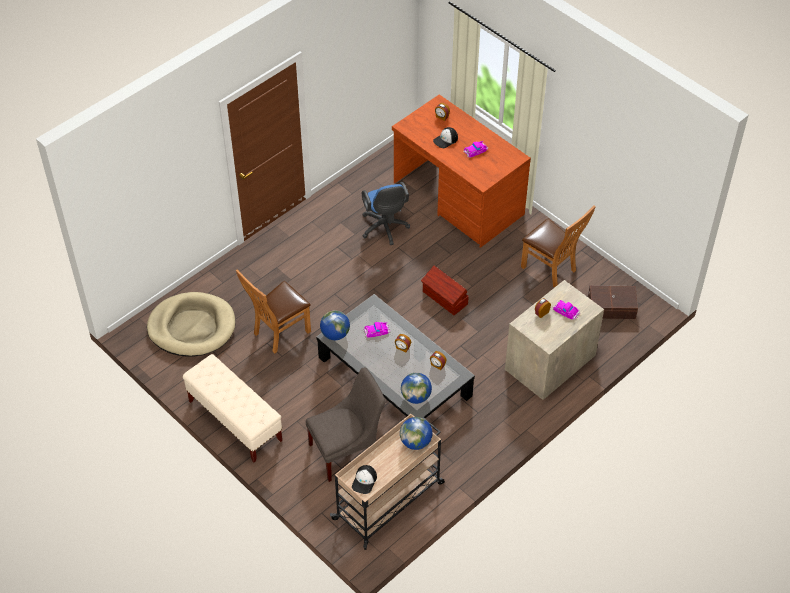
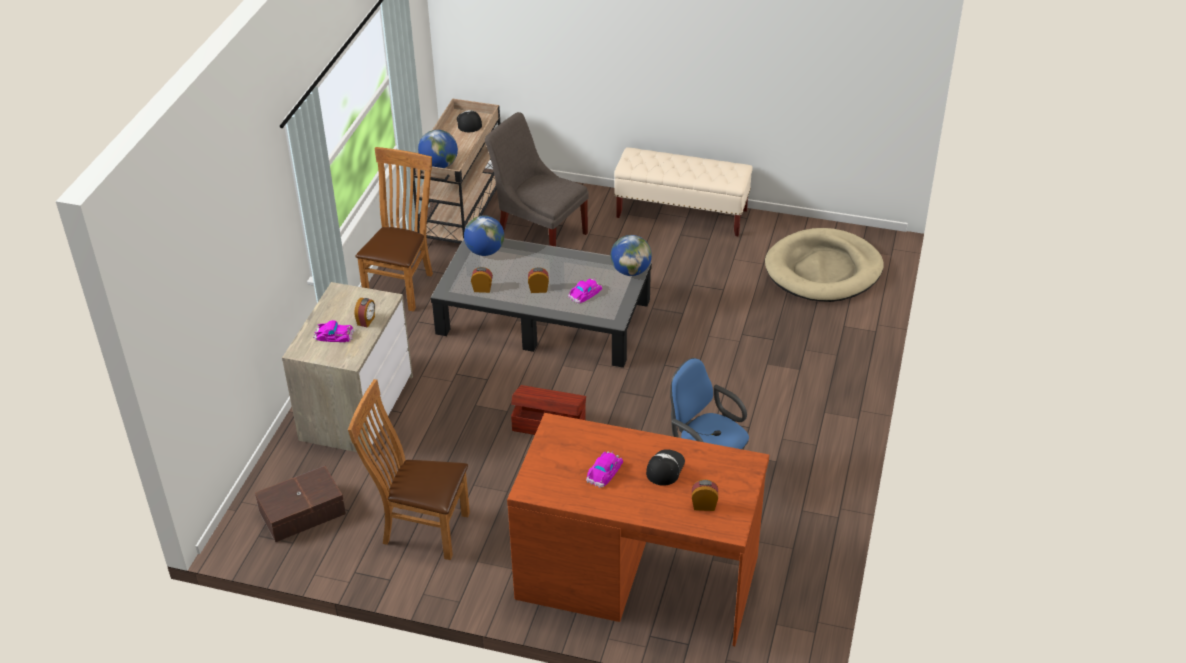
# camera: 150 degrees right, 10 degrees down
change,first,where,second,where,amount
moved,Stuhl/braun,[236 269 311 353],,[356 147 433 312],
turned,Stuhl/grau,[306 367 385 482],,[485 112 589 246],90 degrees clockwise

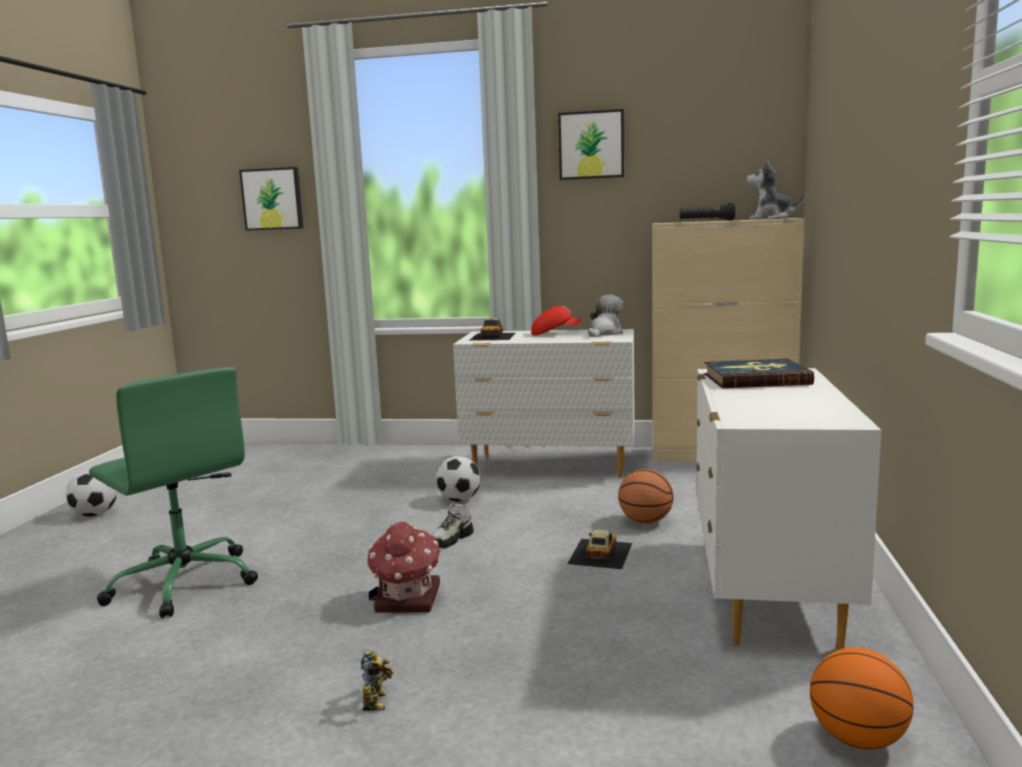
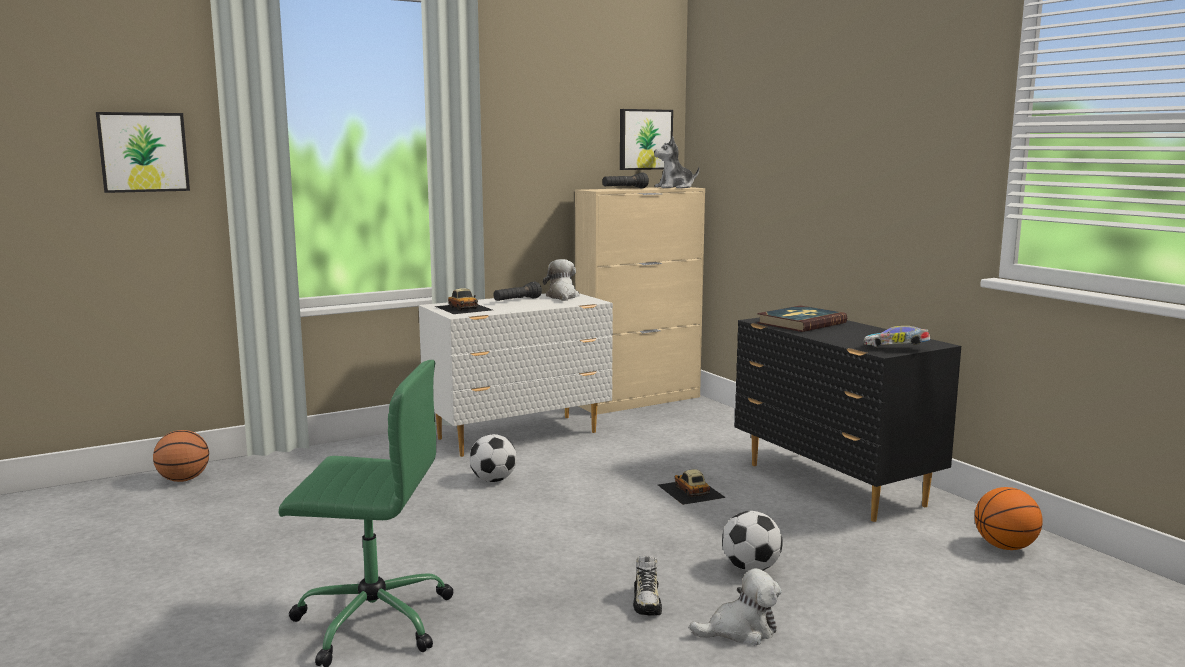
# camera: 40 degrees left, 0 degrees up
change,first,where,second,where,amount
removed,Spielzeughaus,[367 521 441 613],,,
added,,,Spielzeugauto,[864 326 931 347],
moved,Fußball,[66 471 117 516],,[722 511 782 571],
moved,Schuh,[431 502 474 548],,[633 556 662 616],
moved,Bild,[558 109 624 180],,[620 109 673 170],
moved,Basketball,[618 469 674 524],,[153 430 209 482],
replaced,Spielzeugroboter,[361 649 394 711],Plüschtier,[689 568 782 646],
replaced,Kappe/rot,[531 306 583 335],Taschenlampe/schwarz,[493 282 542 301],
recoloured,Kommode/weiß,[696 368 881 650],Kommode/schwarz,[734 318 961 522],

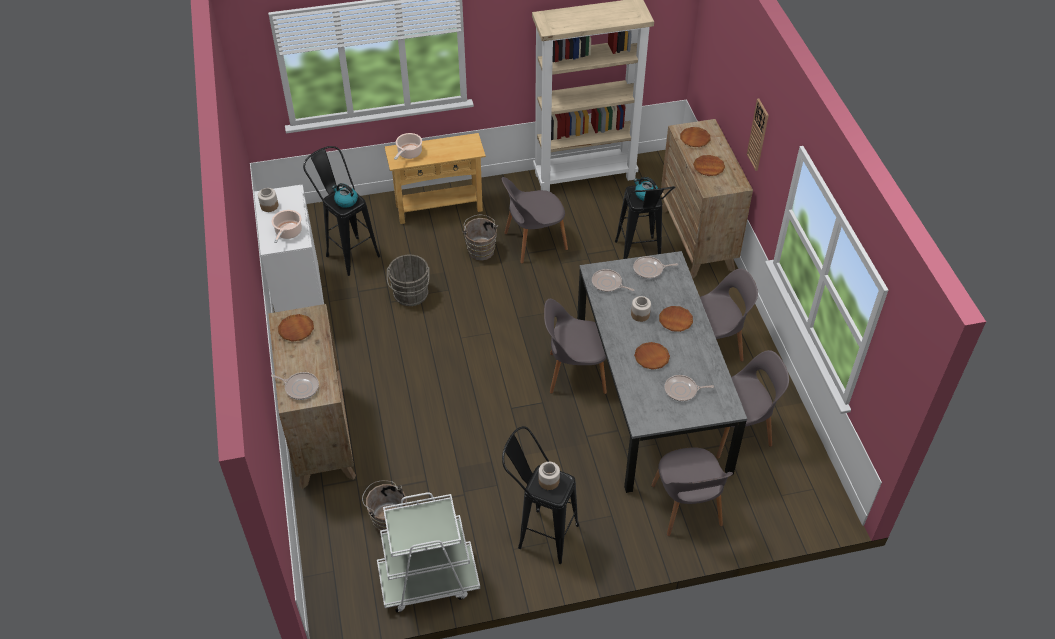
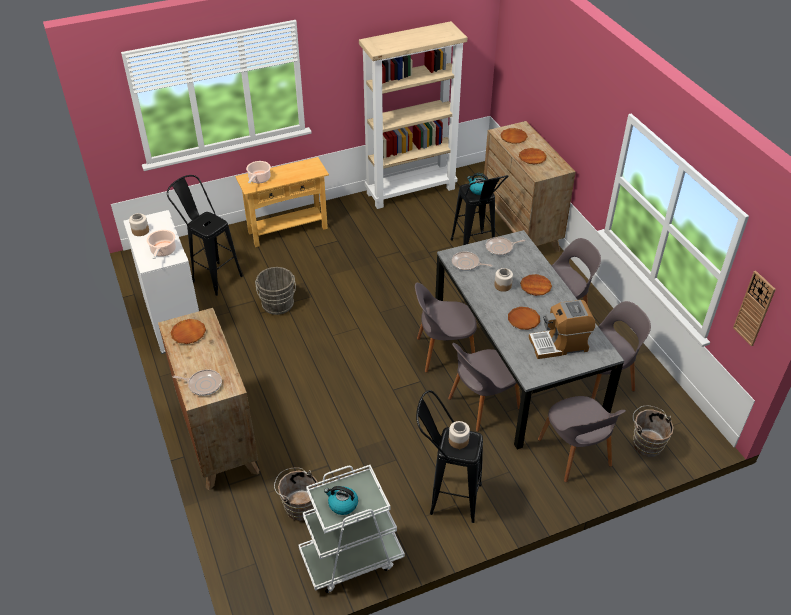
# camera: 10 degrees left, 5 degrees down
change,first,where,second,where,amount
moved,Wasserkessel,[332 183 358 208],,[324 486 358 515],
moved,Eimer/braun,[462 215 498 261],,[633 406 674 457],
moved,Stuhl/grau,[502 177 568 264],,[448 343 520 432],
moved,Wanduhr,[747 99 769 171],,[733 271 776 346],
replaced,Pfanne,[665 375 714 402],Kaffeemaschine,[529 300 595 359],

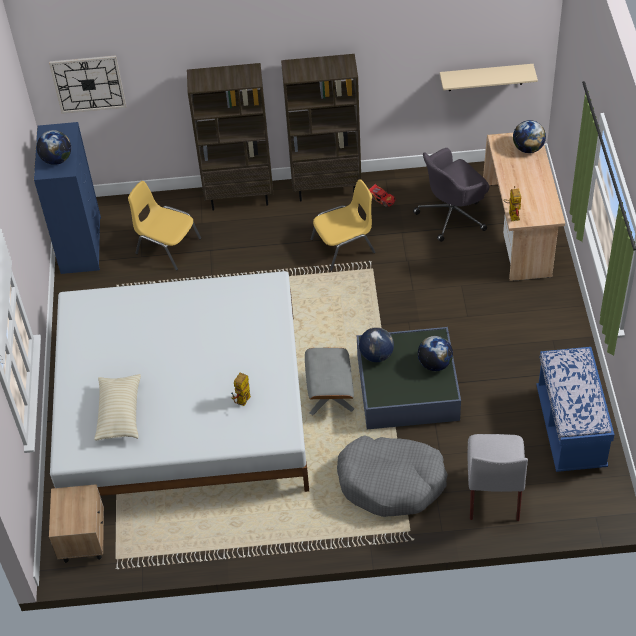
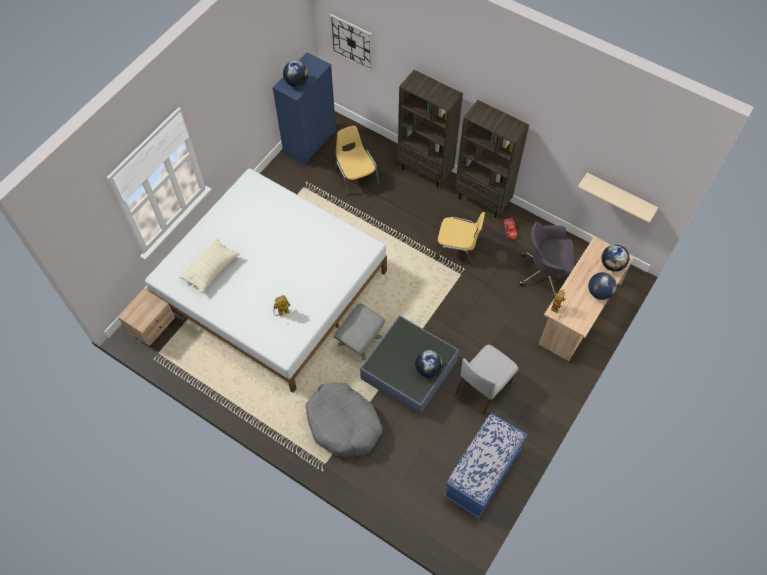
# camera: 35 degrees right, 10 degrees up
change,first,where,second,where,amount
moved,Globus,[359 327 394 362],,[588 272 617 300],
moved,Stuhl/grau,[468 434 528 521],,[456 344 518 415],

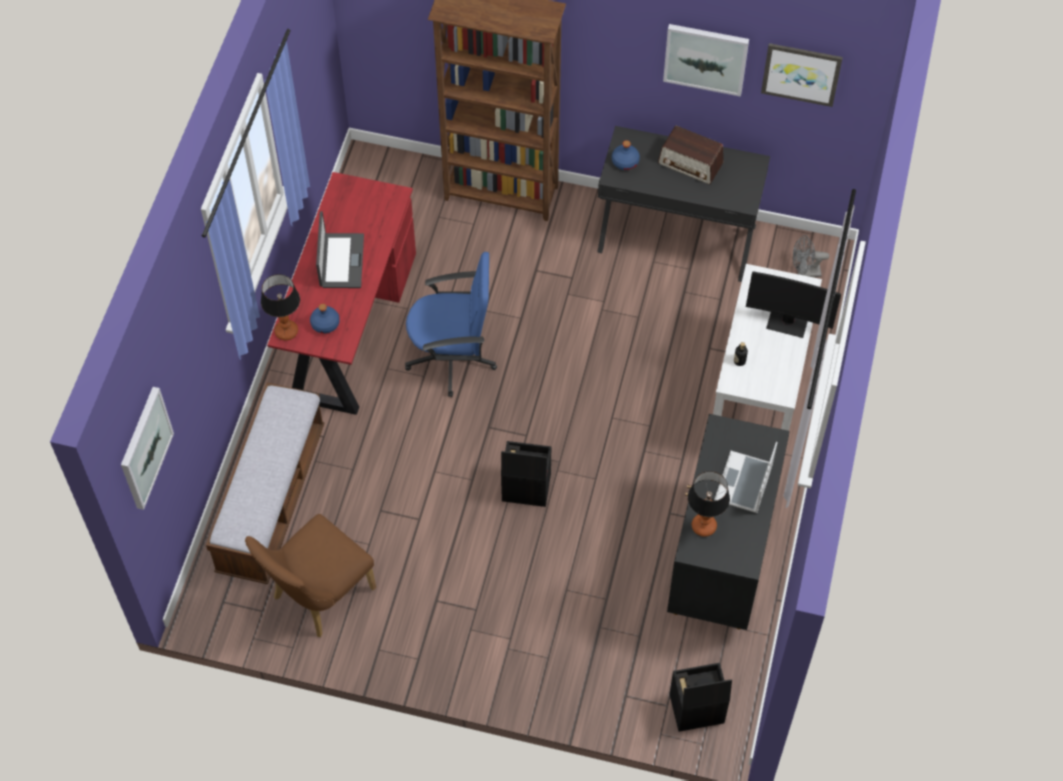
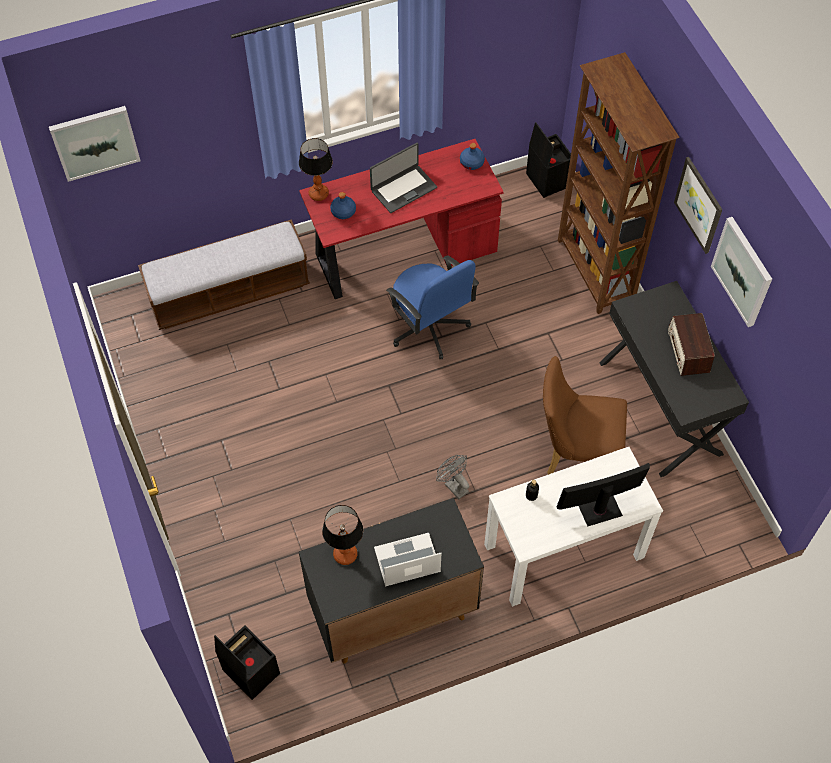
# camera: 55 degrees right, 0 degrees up
change,first,where,second,where,amount
moved,Stuhl/braun,[245 514 376 637],,[543 356 627 475],
moved,Aufbewahrungsbox/schwarz,[501 441 551 507],,[526 122 571 198],
moved,Flasche/blau,[612 140 640 170],,[460 143 485 170],
moved,Bild,[761 43 843 107],,[674 157 722 254],
moved,Ventilator/grau,[793 235 829 277],,[436 455 469 499],
turned,Monitor,[746 271 841 338],,[557 463 650 526],90 degrees clockwise

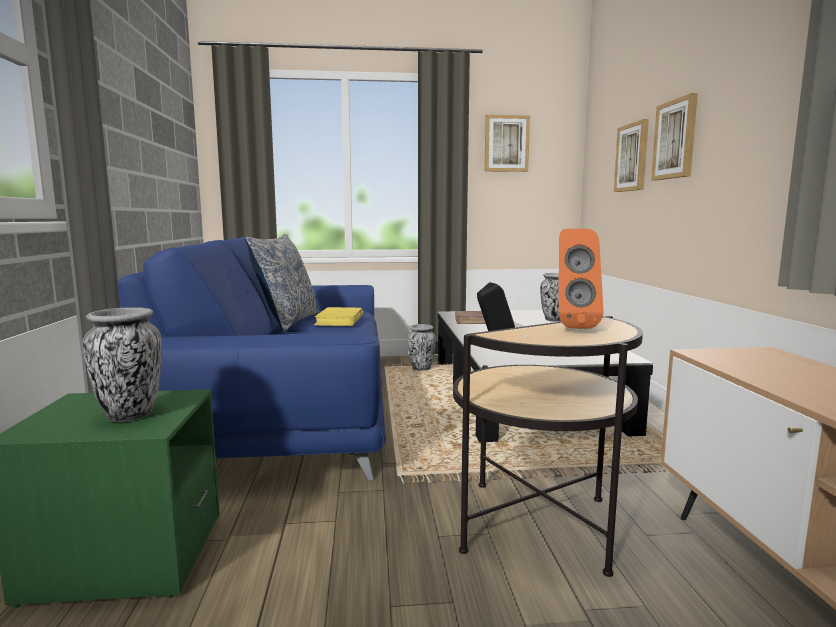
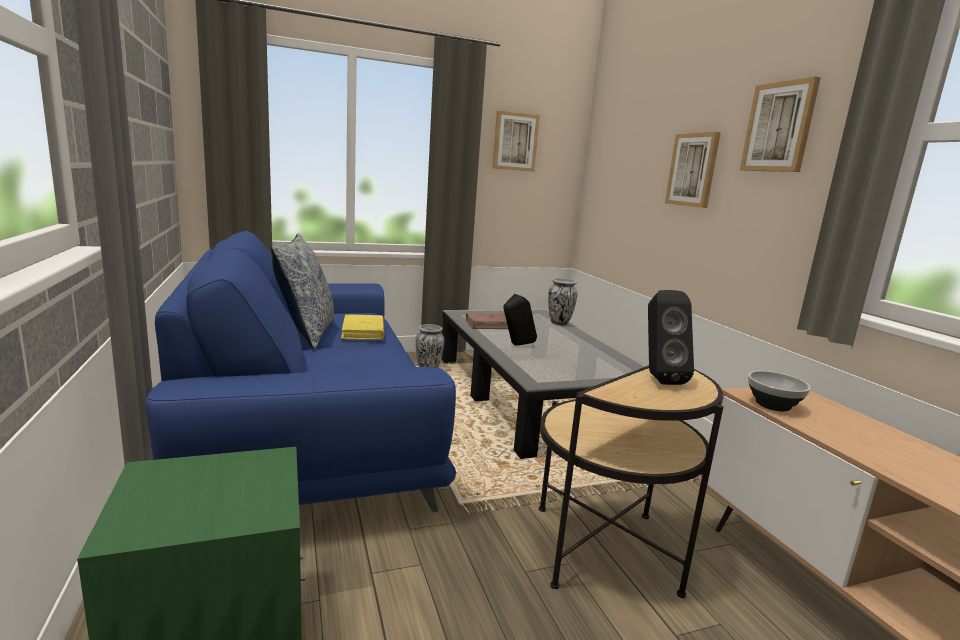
# camera: 15 degrees left, 5 degrees up
change,first,where,second,where,amount
removed,Vase,[83 307 162 422],,,
added,,,Schüssel,[748 371 810 411],
moved,Bild,[614 119 649 192],,[740 76 821 172],
recoloured,Lautsprecher/orange,[559 229 604 329],Lautsprecher/schwarz,[648 290 694 385],

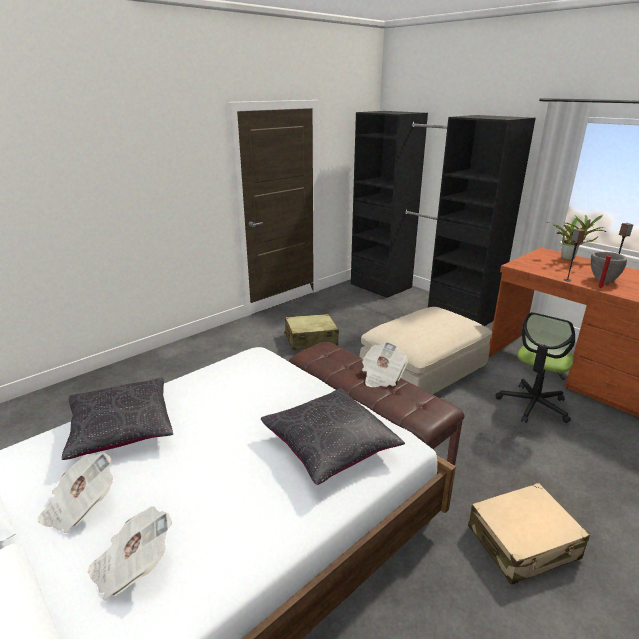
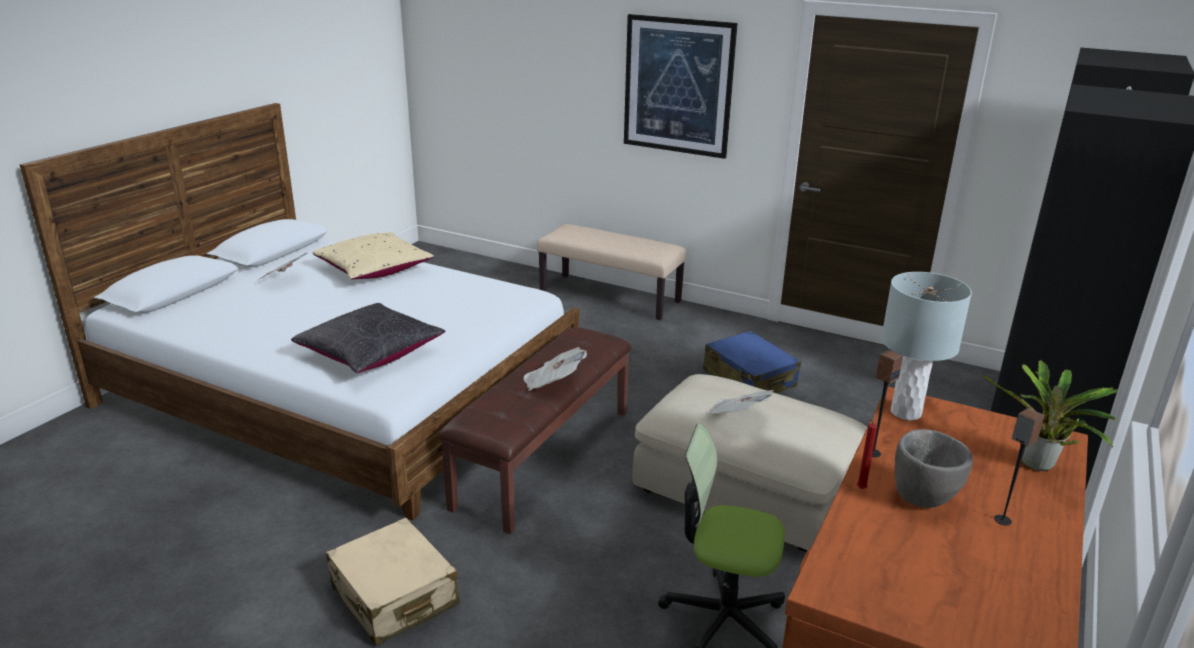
# camera: 70 degrees right, 0 degrees up
change,first,where,second,where,amount
added,,,Bank/beige,[537 224 687 320],
added,,,Bild,[624 14 738 159],
added,,,Tischlampe/grau,[881 272 972 421],
moved,Zeitung,[88 506 172 601],,[705 390 774 415],
recoloured,Kissen/schwarz,[62 378 173 460],Kissen/beige,[313 232 434 279],
recoloured,Koffer/beige,[284 314 339 350],Koffer/blau,[703 331 801 393],

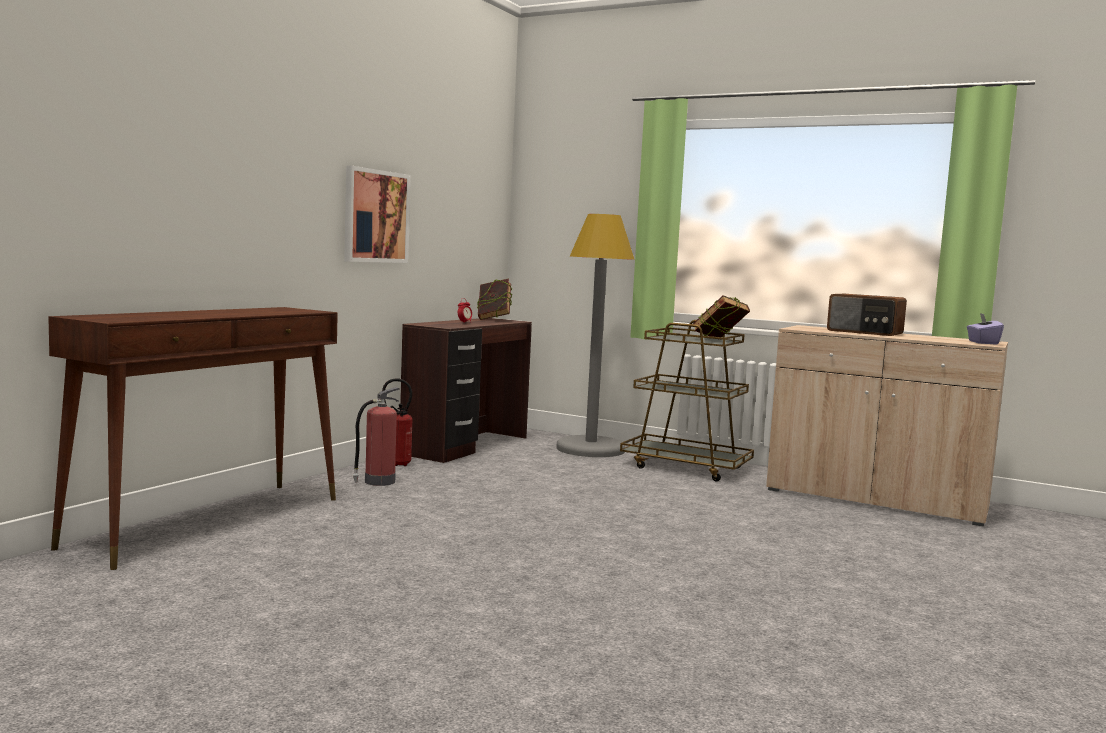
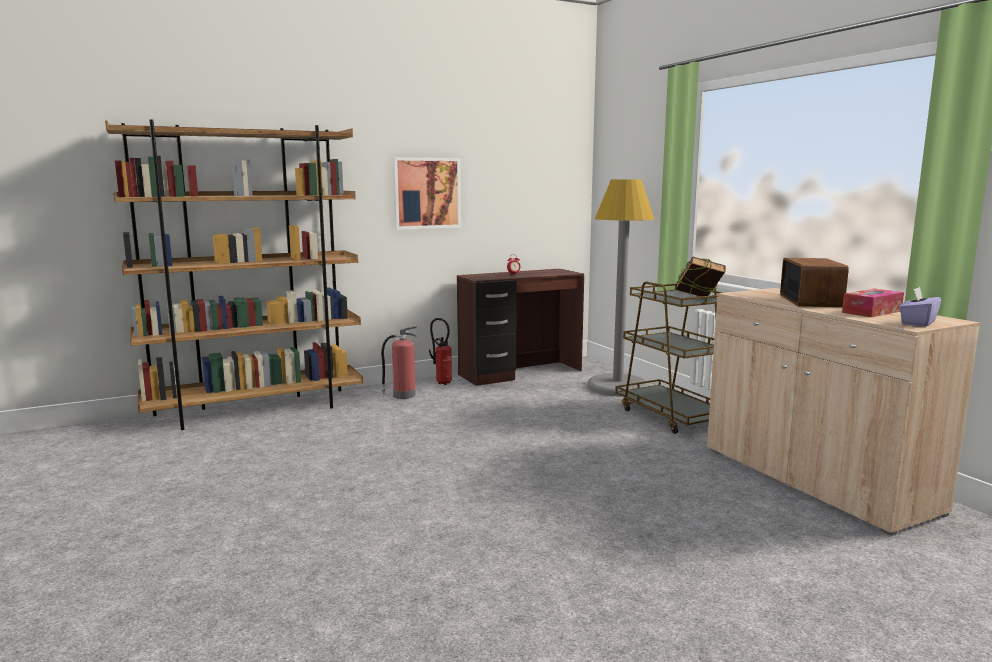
# camera: 35 degrees right, 5 degrees up
change,first,where,second,where,amount
removed,Buch,[477 278 512 320],,,
added,,,Taschentuchbox,[842 289 904 317],
replaced,Konsolentisch/braun,[48 307 338 570],Bücherregal/braun,[105 119 363 430],
turned,Radio,[827 294 907 336],,[780 258 849 307],150 degrees counterclockwise

